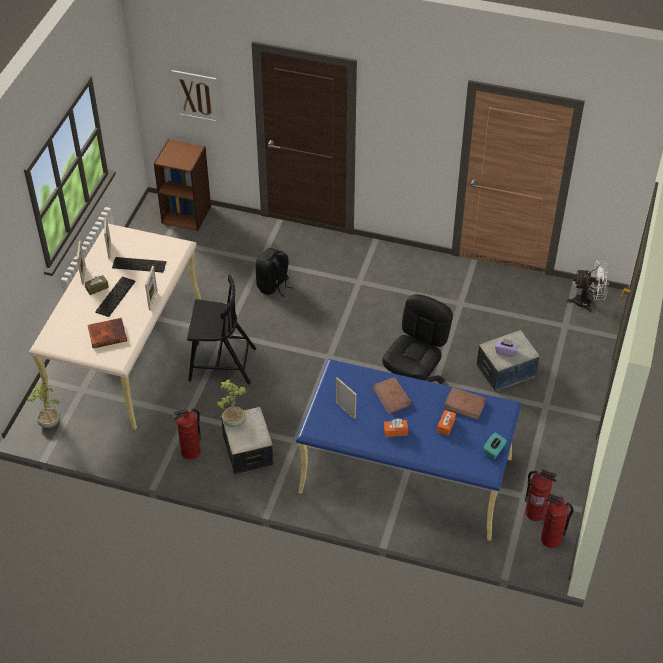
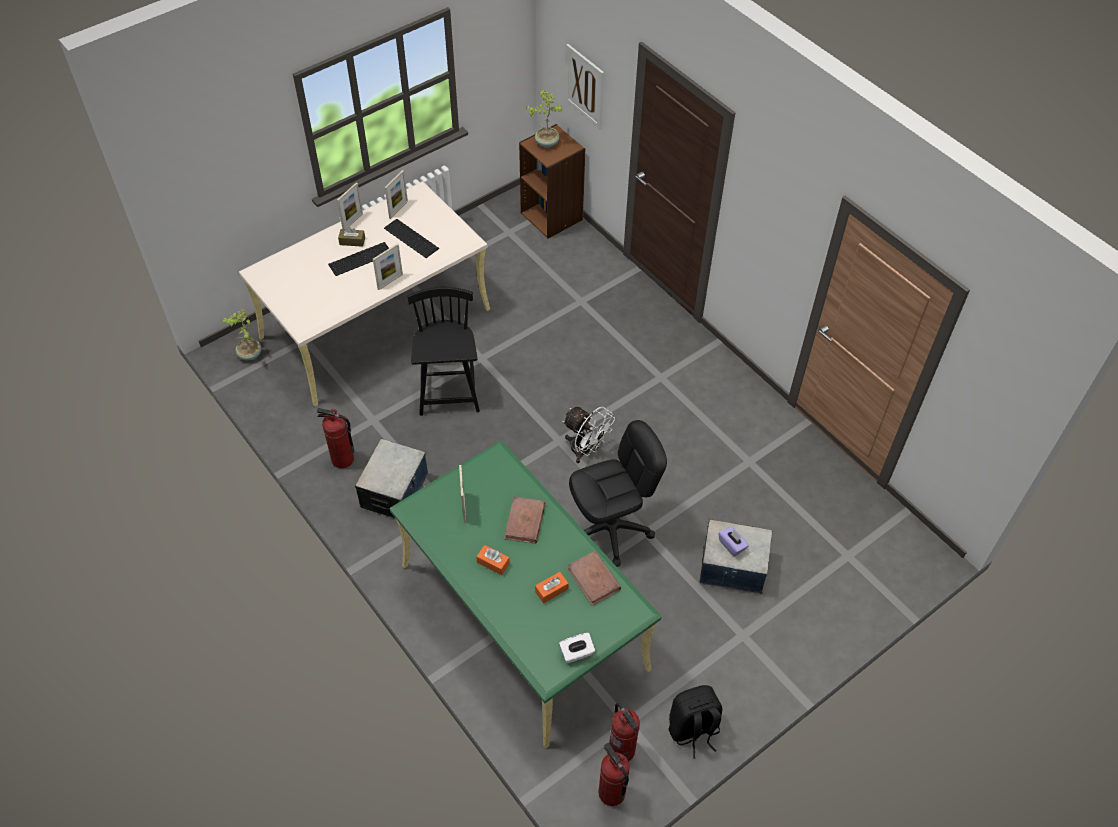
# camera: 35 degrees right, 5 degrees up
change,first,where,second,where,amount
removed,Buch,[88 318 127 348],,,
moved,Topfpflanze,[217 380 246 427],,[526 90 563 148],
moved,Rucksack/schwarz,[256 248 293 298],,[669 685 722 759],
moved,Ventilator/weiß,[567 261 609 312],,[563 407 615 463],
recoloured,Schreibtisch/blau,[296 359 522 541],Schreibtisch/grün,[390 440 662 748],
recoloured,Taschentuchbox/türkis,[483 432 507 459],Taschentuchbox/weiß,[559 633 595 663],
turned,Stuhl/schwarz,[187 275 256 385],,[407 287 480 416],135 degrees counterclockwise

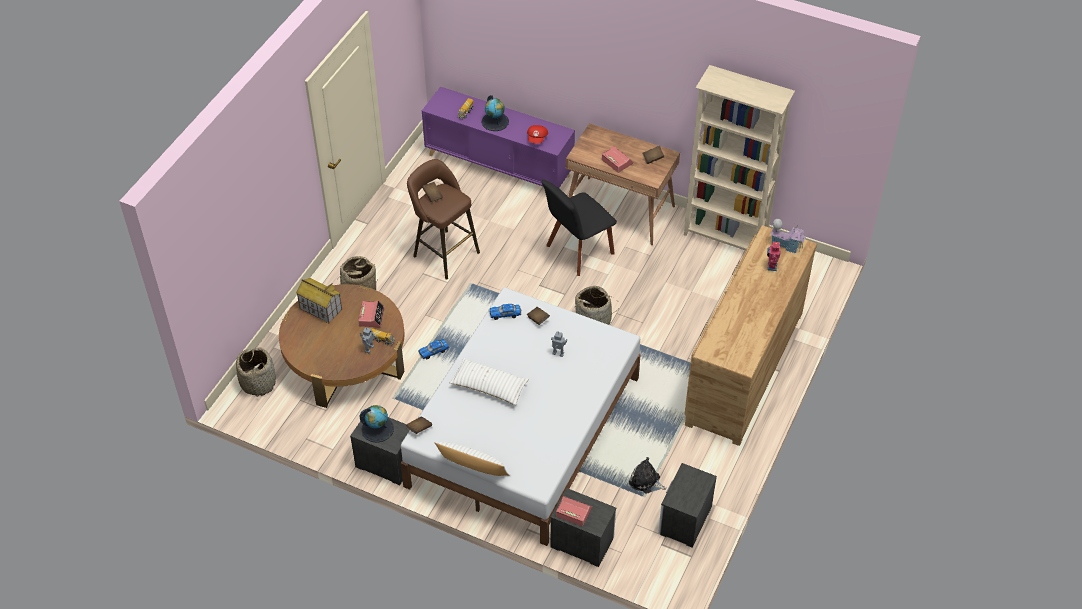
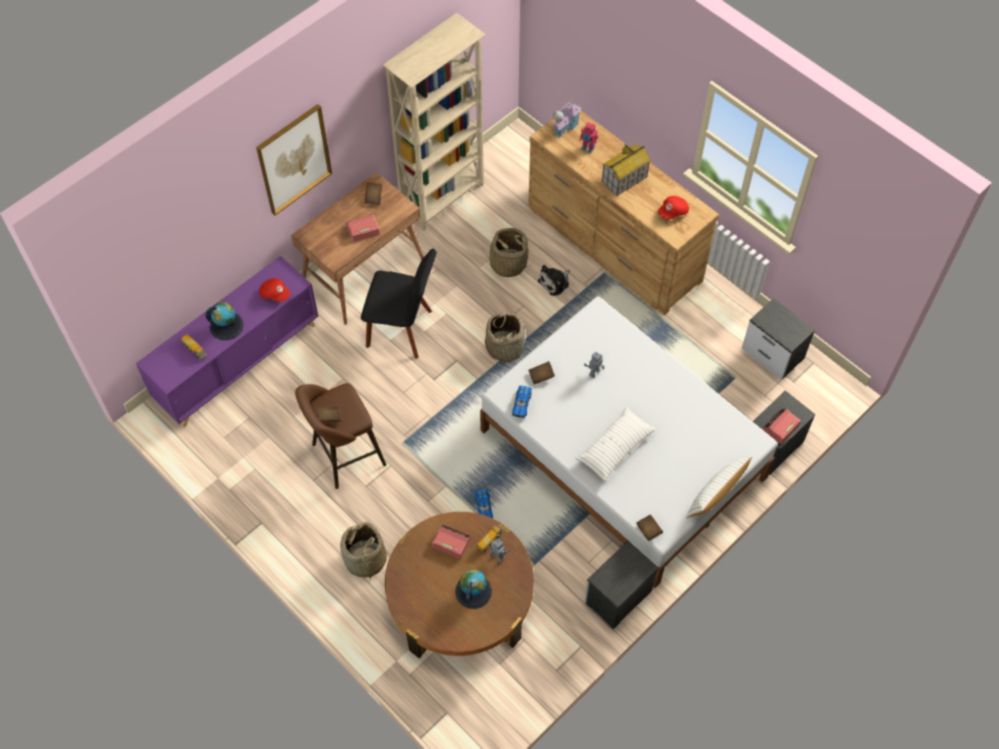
# camera: 70 degrees left, 10 degrees up
change,first,where,second,where,amount
added,,,Bild,[256 104 332 215],
added,,,Kappe/rot,[658 196 689 220],
moved,Korb,[236 346 276 397],,[482 228 532 277],
moved,Spielzeughaus,[296 278 342 323],,[602 144 651 196],
moved,Globus,[360 405 394 443],,[455 569 492 609],
moved,Plüschtier,[629 457 667 493],,[538 265 570 296],
turned,Stuhl/schwarz,[542 179 617 276],,[361 249 436 359],60 degrees counterclockwise

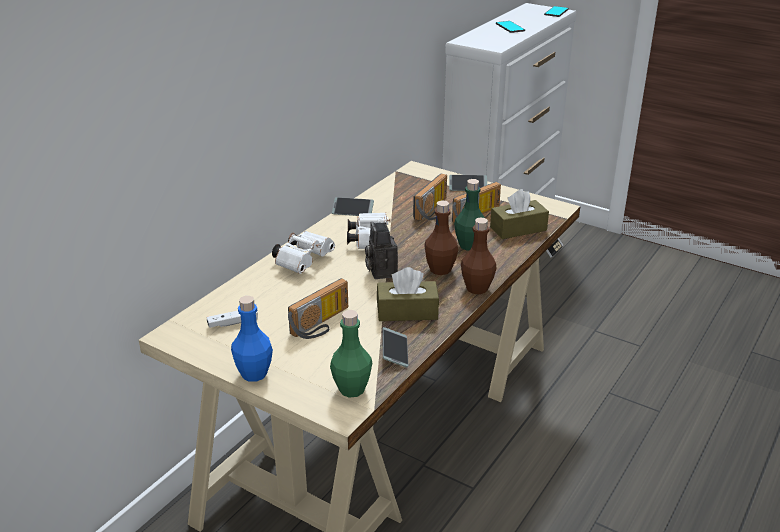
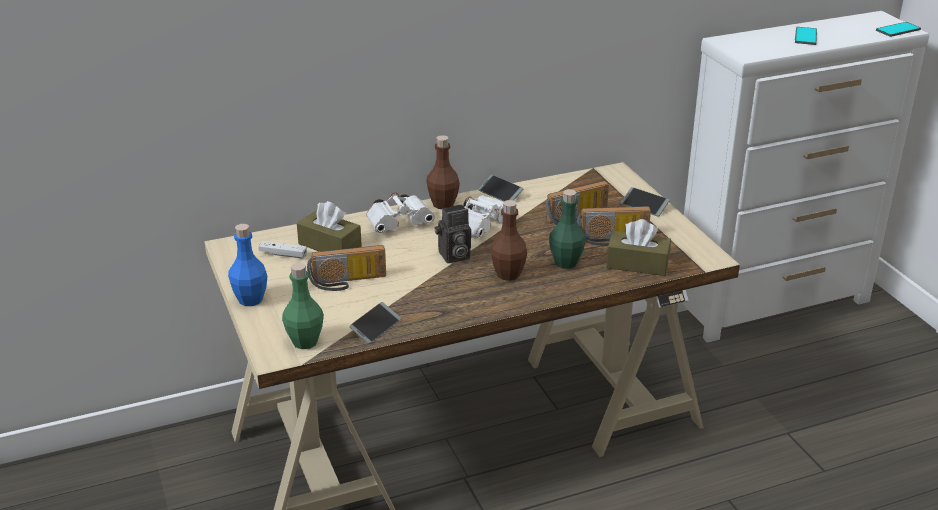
# camera: 35 degrees right, 0 degrees up
change,first,where,second,where,amount
moved,Taschentuchbox/braun,[377 267 439 321],,[297 201 362 252],
moved,Flasche/braun,[461 218 497 294],,[426 135 460 209],
turned,Kamera,[365 222 398 279],,[435 204 471 263],135 degrees counterclockwise

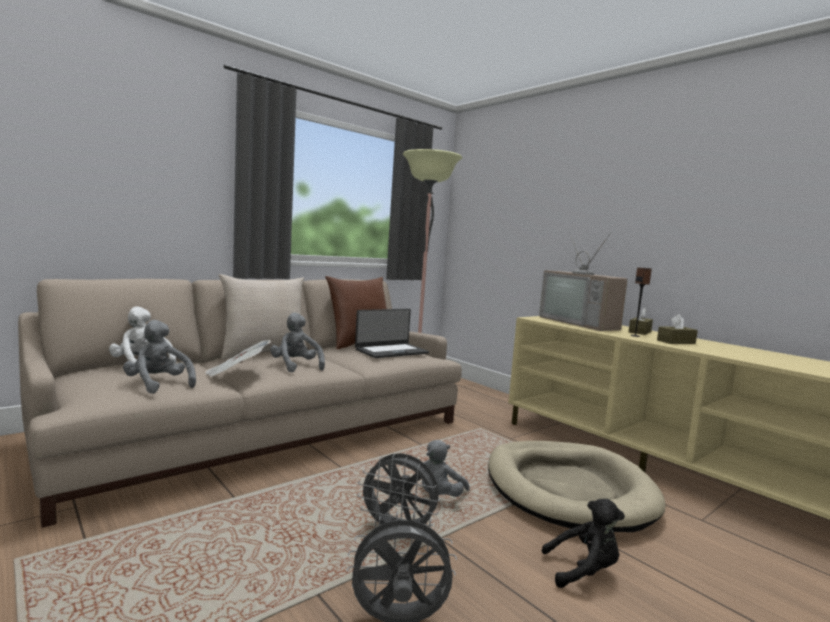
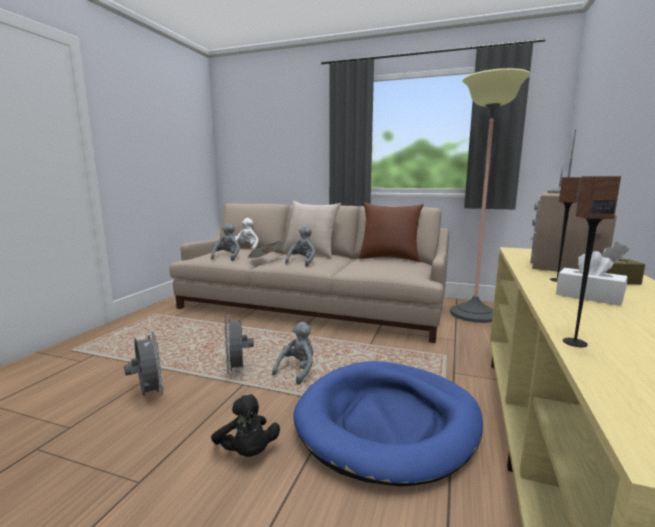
# camera: 60 degrees right, 5 degrees up
change,first,where,second,where,amount
removed,Laptop,[355 309 429 358],,,
added,,,Lautsprecher,[563 176 621 347],
recoloured,Hundebett/beige,[488 441 666 532],Hundebett/blau,[293 361 483 486],
recoloured,Taschentuchbox/braun,[657 314 698 344],Taschentuchbox/weiß,[556 251 628 306],
turned,Plüschtier/grau,[422 440 470 497],,[272 322 313 384],120 degrees clockwise

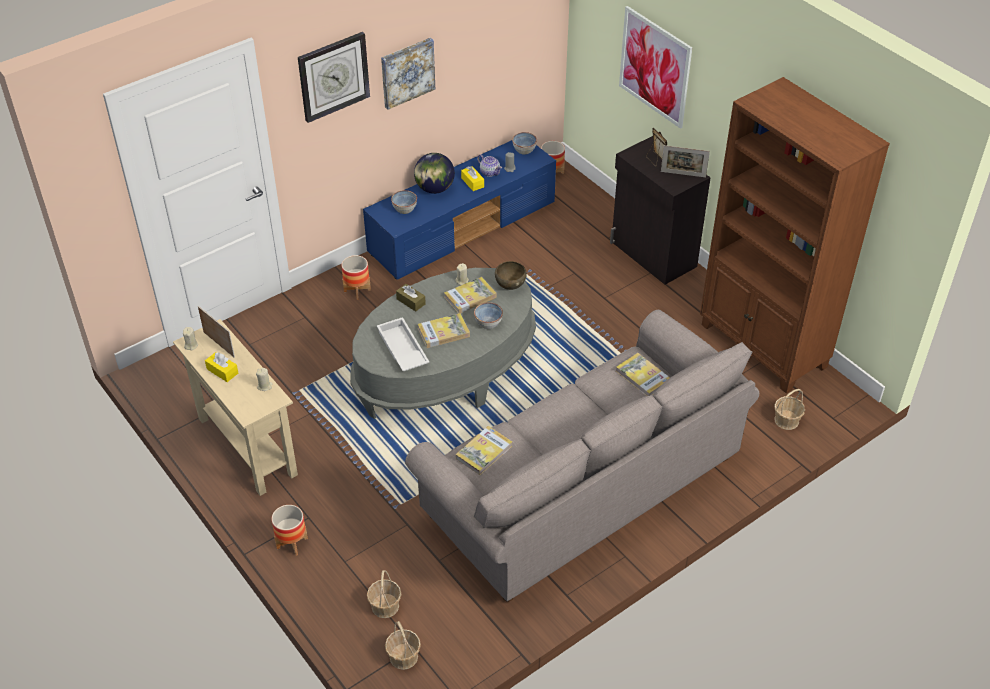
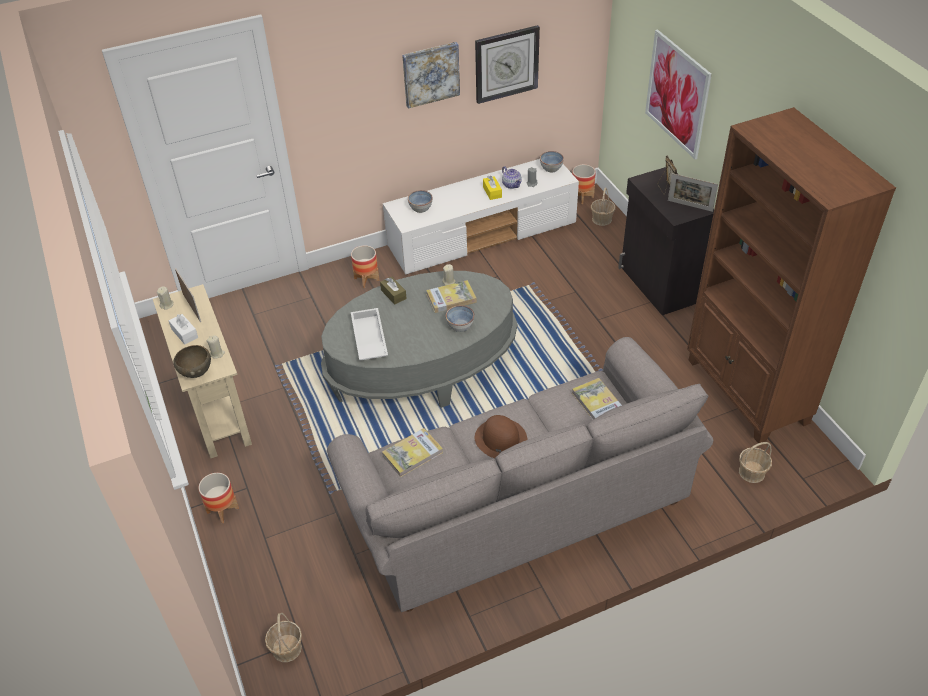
# camera: 15 degrees right, 0 degrees up
change,first,where,second,where,amount
removed,Globus,[414 153 455 194],,,
removed,Buch,[418 313 470 348],,,
added,,,Hut/braun,[475 415 528 458],
moved,Wanduhr,[298 32 370 123],,[475 25 540 104],
moved,Korb,[367 570 401 618],,[591 187 616 226],
moved,Schüssel/braun,[495 261 527 290],,[173 345 211 378],
recoloured,Taschentuchbox/gelb,[205 352 238 382],Taschentuchbox/weiß,[169 314 198 345],
recoloured,Fernsehschrank/blau,[363 140 556 280],Fernsehschrank/weiß,[383 159 579 274],

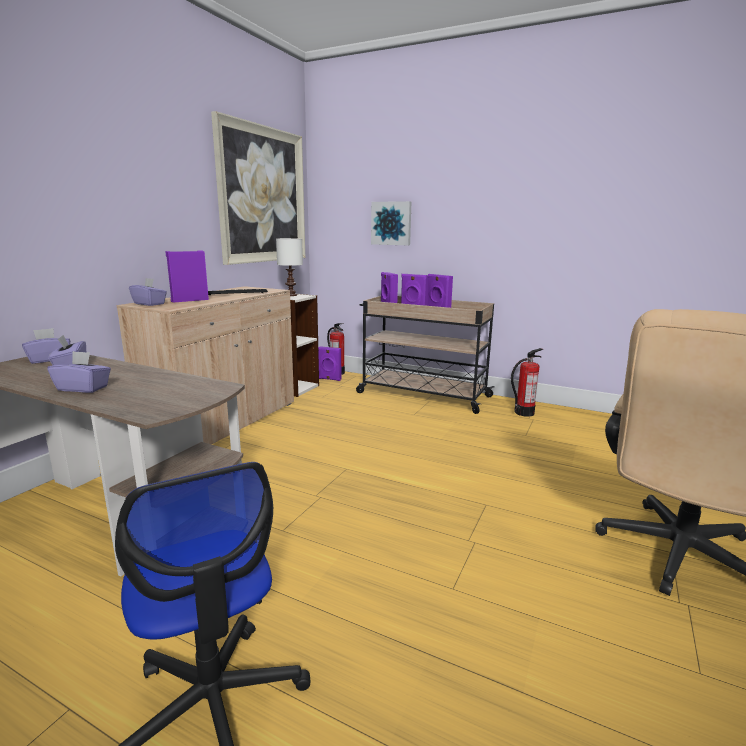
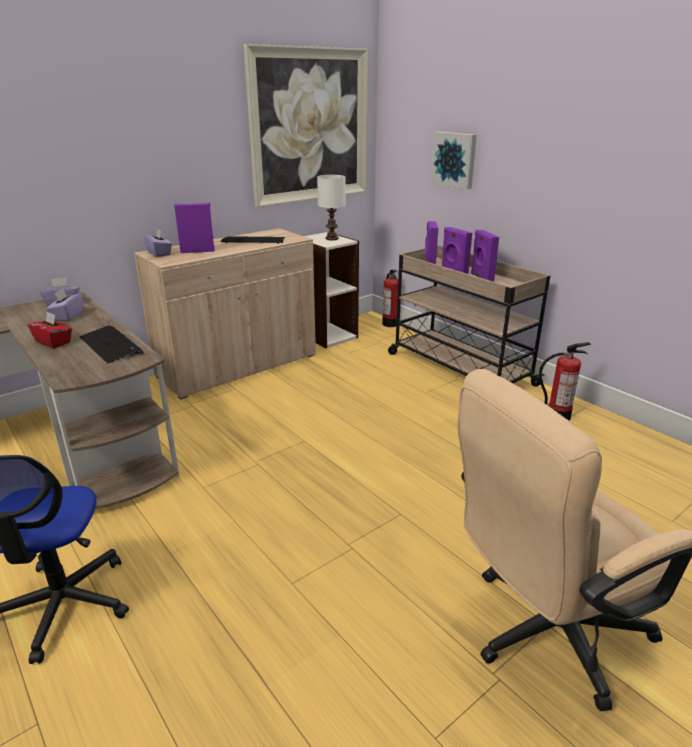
# camera: 25 degrees right, 10 degrees up
change,first,where,second,where,amount
removed,Lautsprecher/lila,[318 346 341 381],,,
added,,,Tastatur,[79 326 144 364],
recoloured,Taschentuchbox/lila,[47 351 111 393],Taschentuchbox/rot,[28 312 72 348],

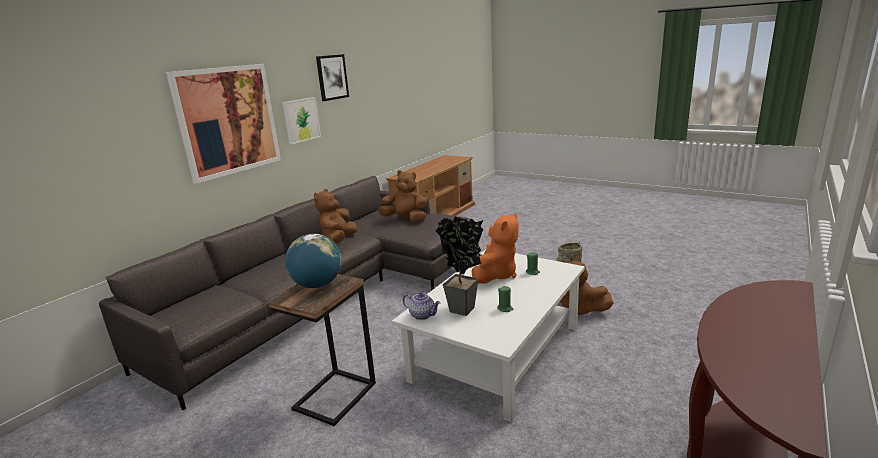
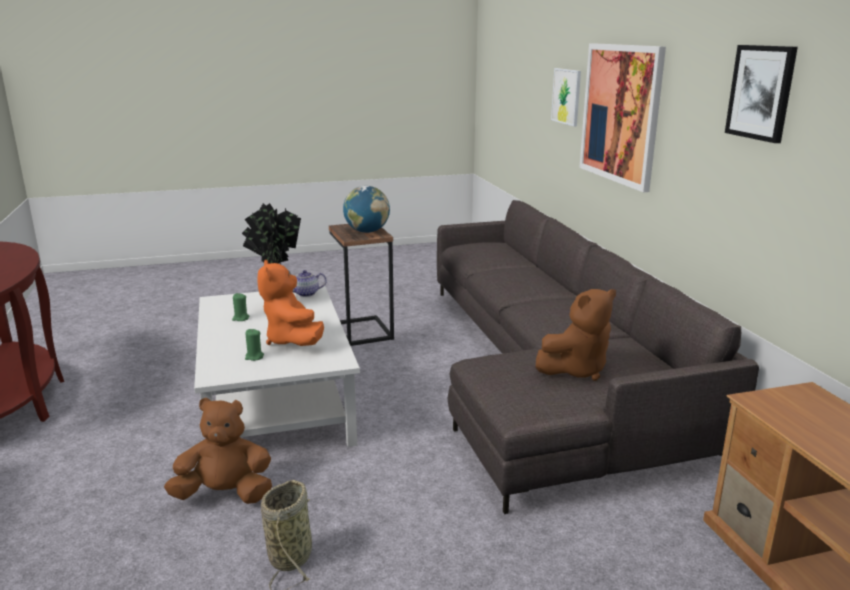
# camera: 130 degrees right, 0 degrees up
change,first,where,second,where,amount
removed,Plüschtier/braun,[314 189 357 244],,,
moved,Bild,[282 97 321 145],,[551 68 581 126],

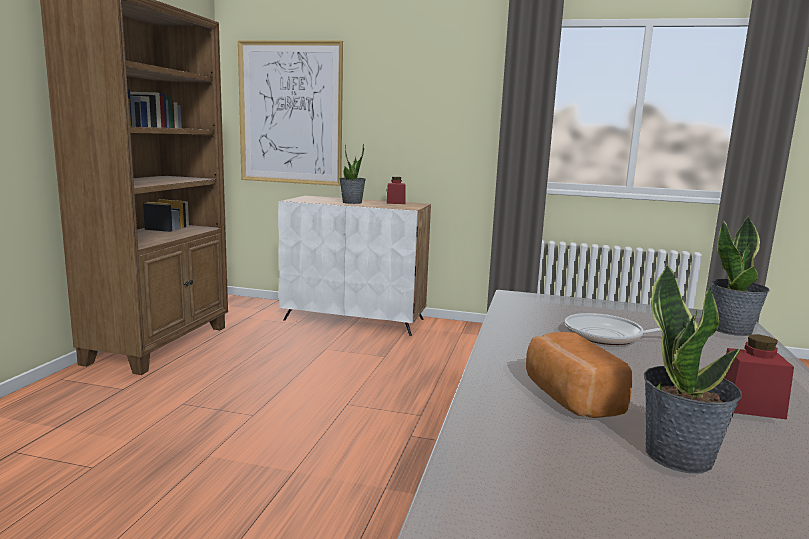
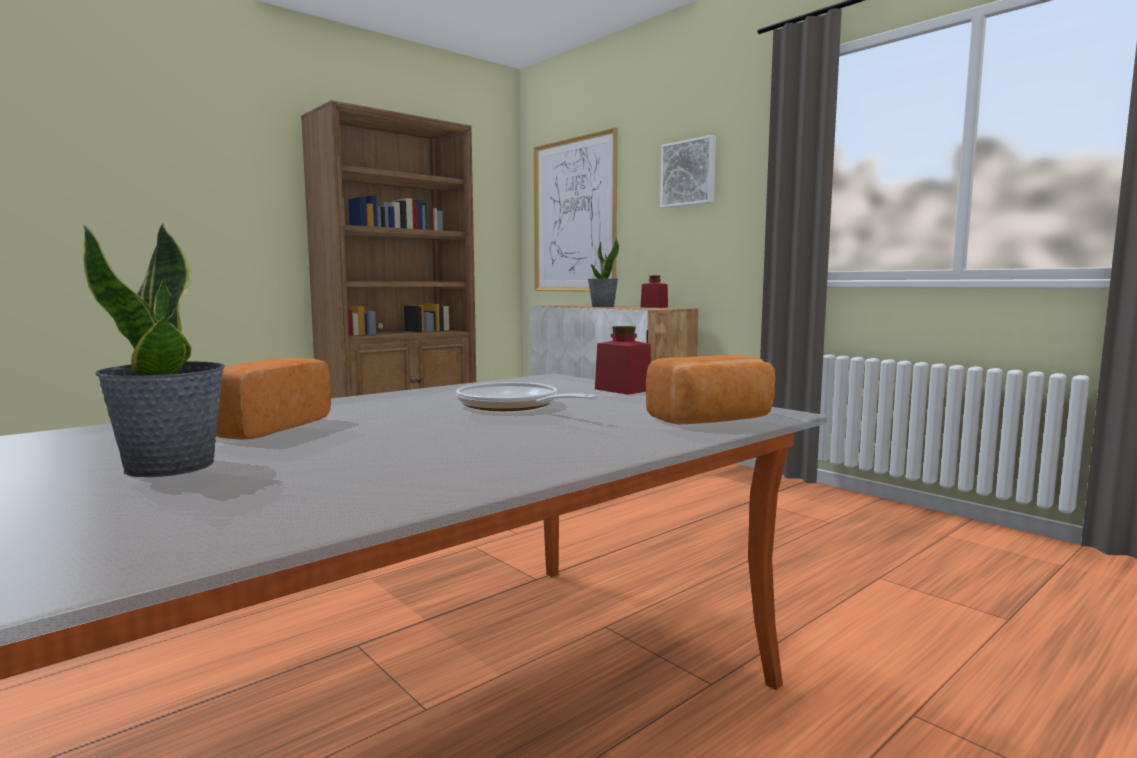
# camera: 35 degrees right, 5 degrees down
change,first,where,second,where,amount
added,,,Bild,[660 135 716 208],
moved,Vorratsglas/rot,[724 334 794 419],,[595 326 651 395],
replaced,Topfpflanze,[711 215 770 336],Brot,[646 355 775 425],

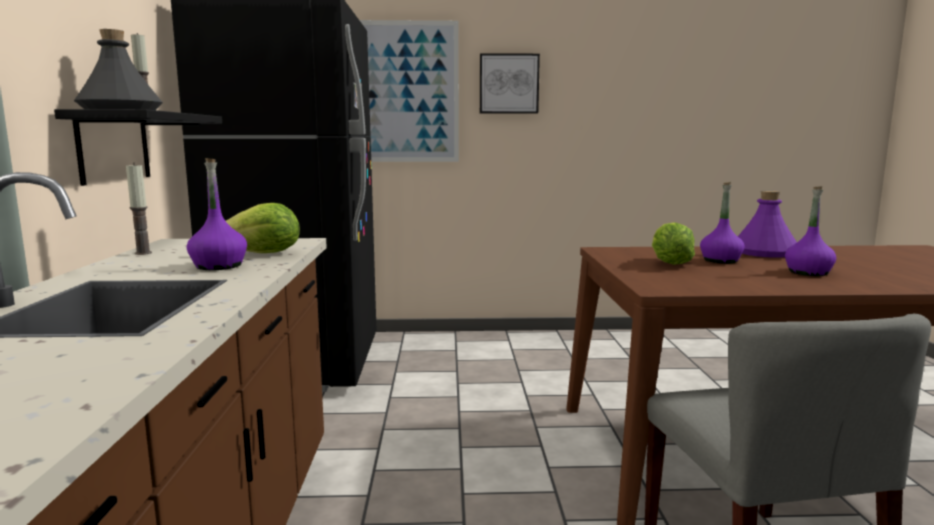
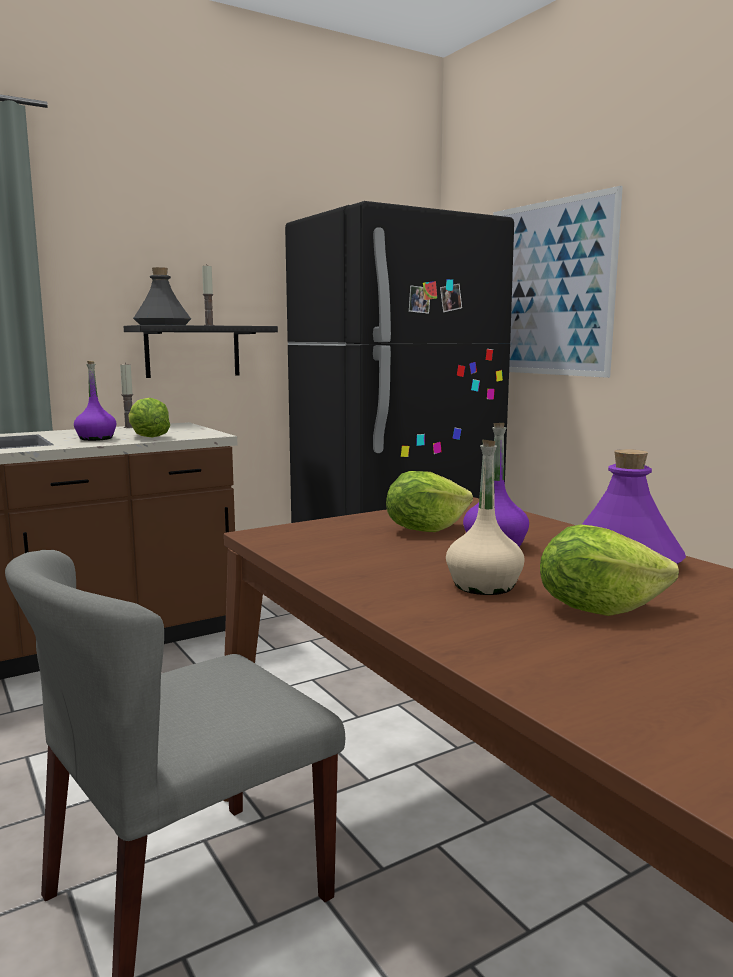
# camera: 60 degrees right, 0 degrees up
change,first,where,second,where,amount
removed,Bild,[480 53 540 114],,,
added,,,Salatkopf,[540 524 679 616],
recoloured,Flasche/lila,[785 186 836 276],Flasche/beige,[446 439 525 595],

